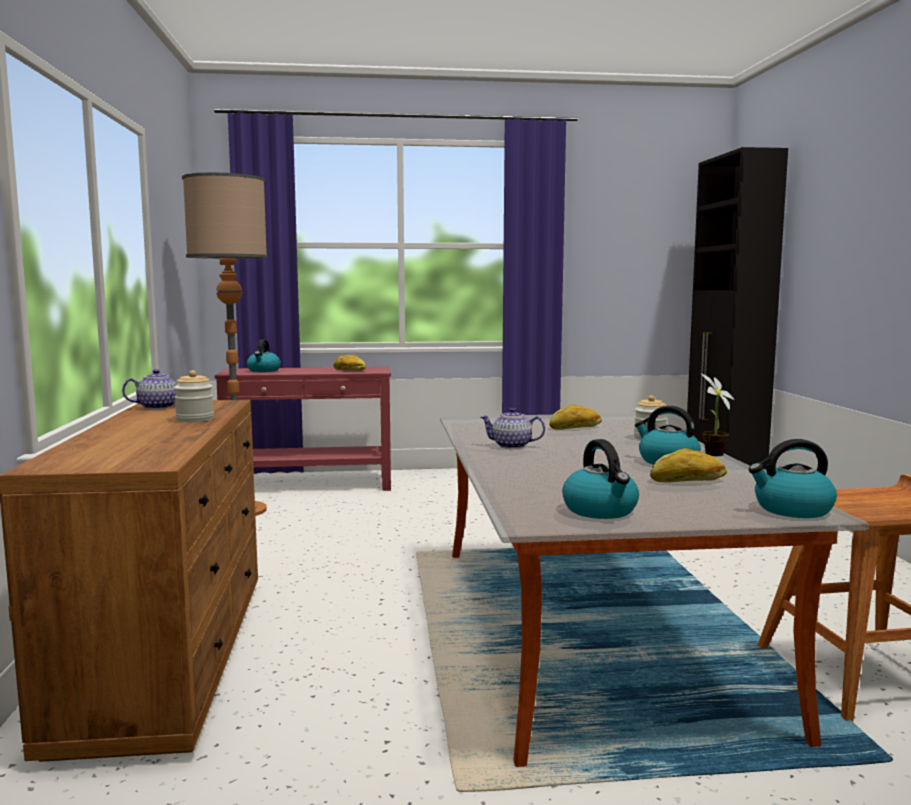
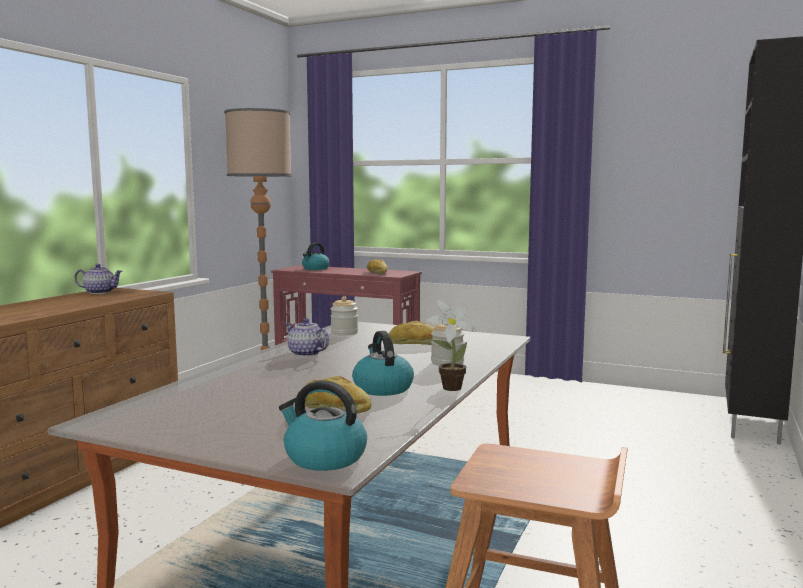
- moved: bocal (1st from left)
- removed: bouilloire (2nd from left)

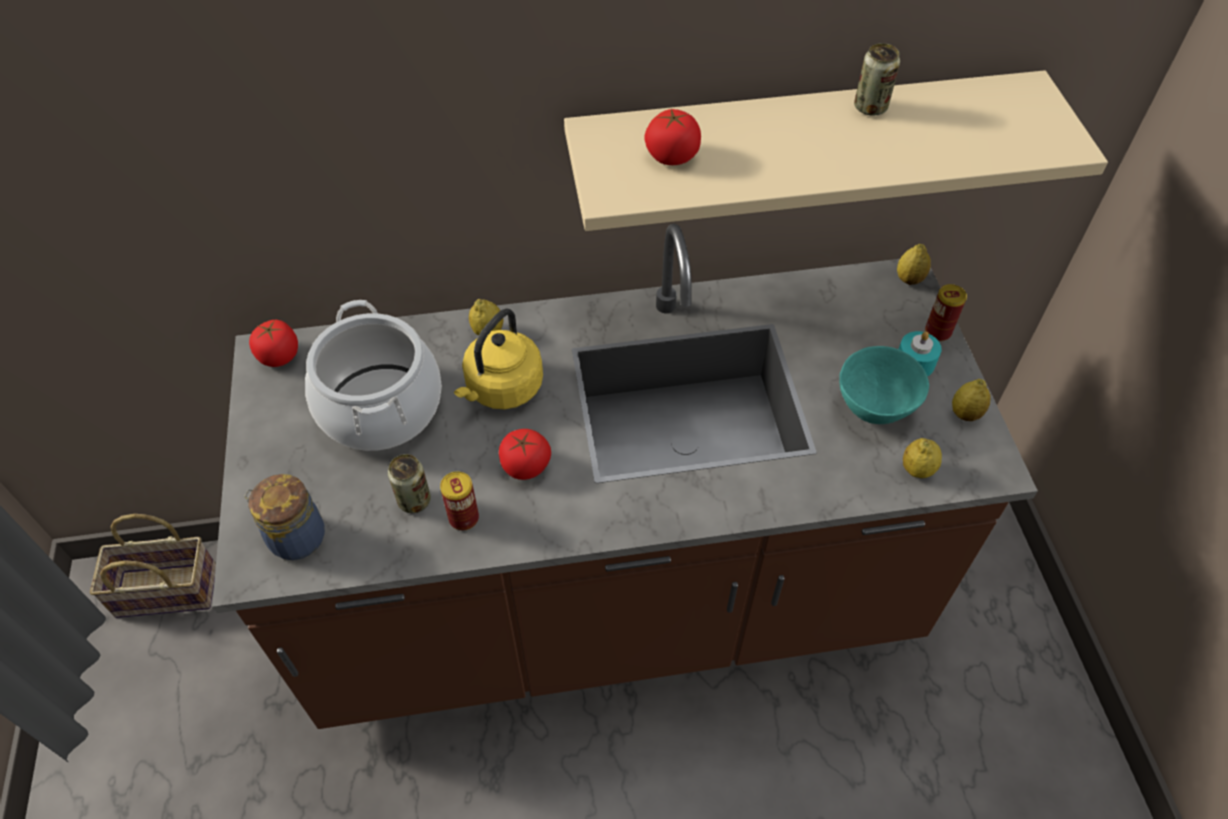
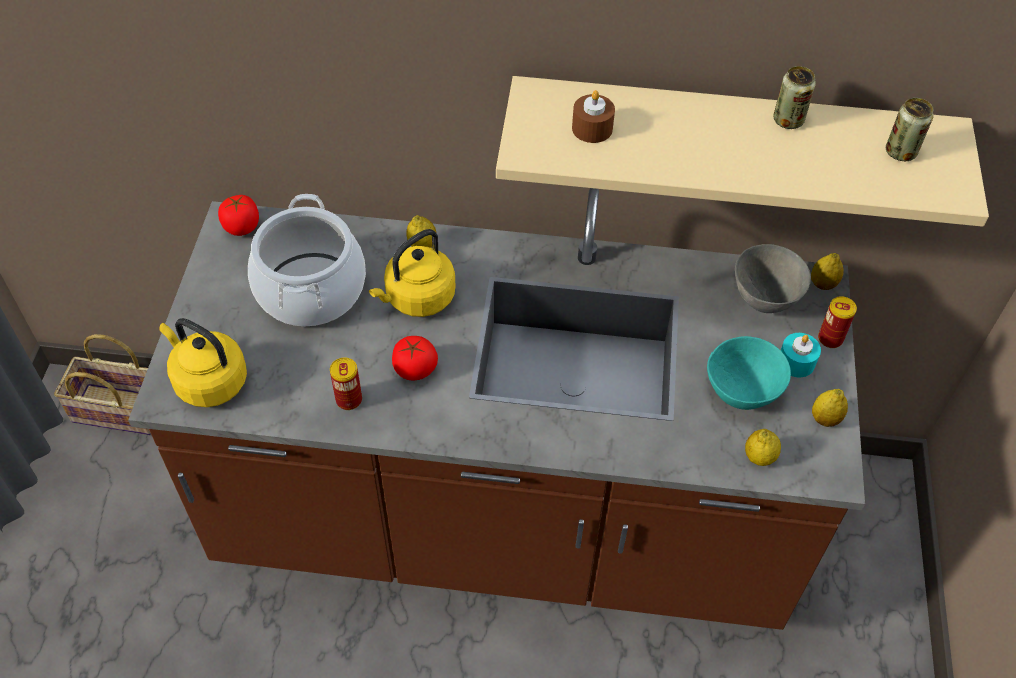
- replaced: bocal to bouilloire (jaune) (1st from left)
- moved: boîte métallique (1st from left in the first image) to boîte métallique (4th from left)
- replaced: tomate (3rd from left) to bougie (marron)
- added: bol (gris)

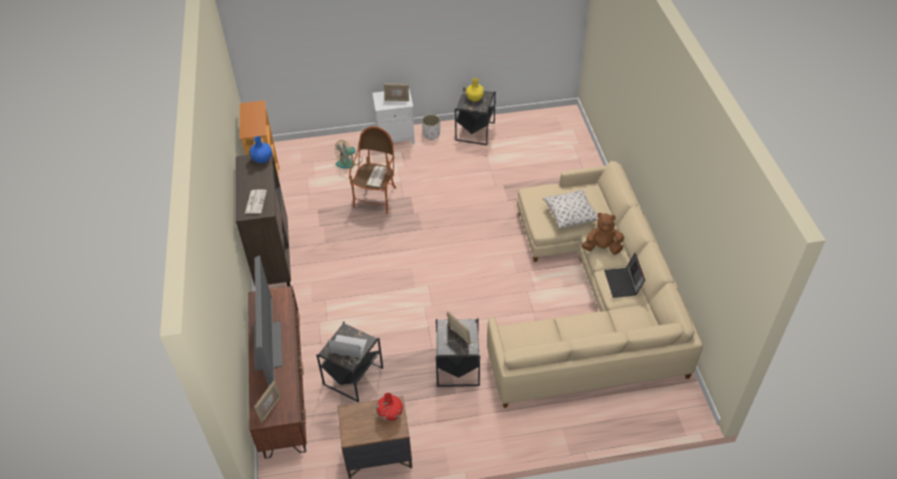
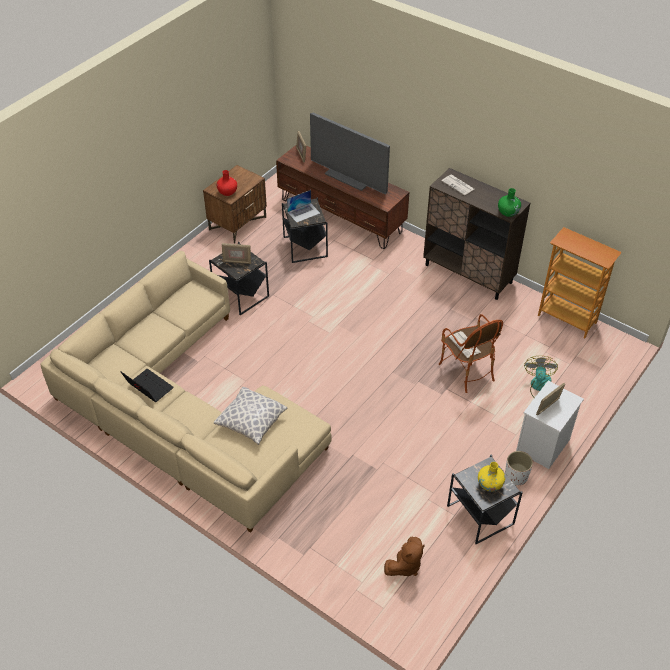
- recoloured: vase (bleu) to vase (vert)
- moved: peluche (marron)

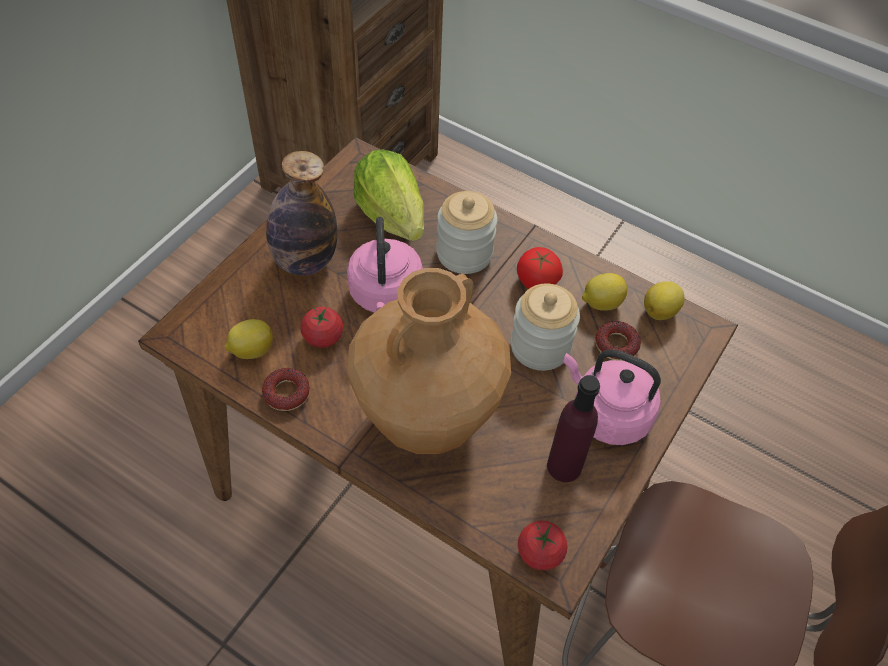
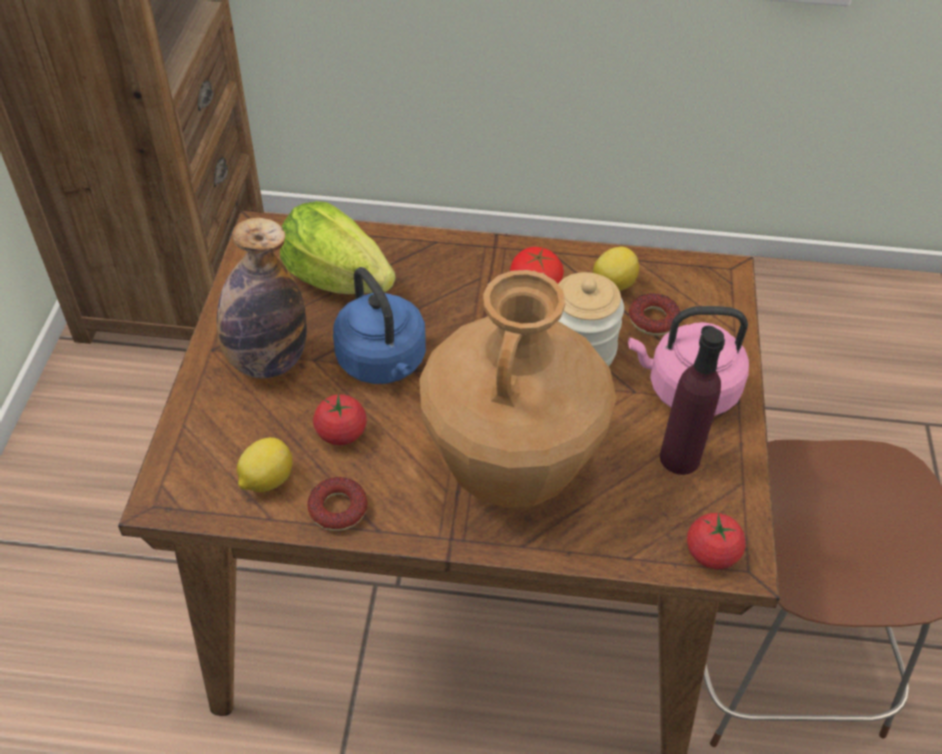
- recoloured: bouilloire (rose) (1st from left) to bouilloire (bleu)
- removed: bocal (1st from left)
- removed: citron (3rd from left)

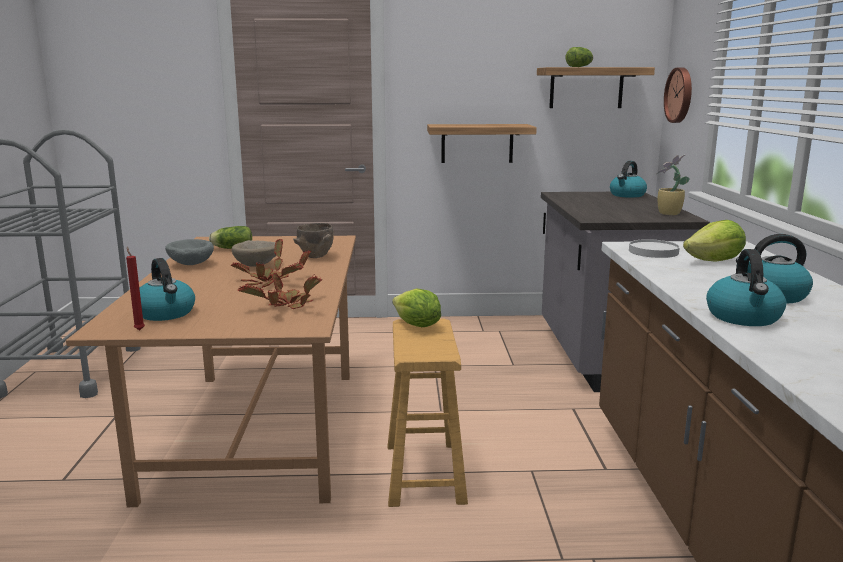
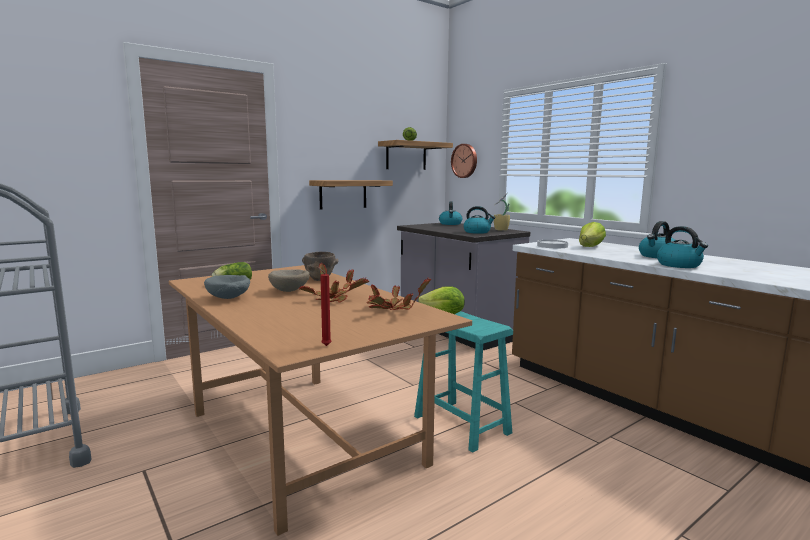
- moved: bouilloire (1st from left in the first image) to bouilloire (2nd from left)
- recoloured: tabouret (marron) to tabouret (turquoise)

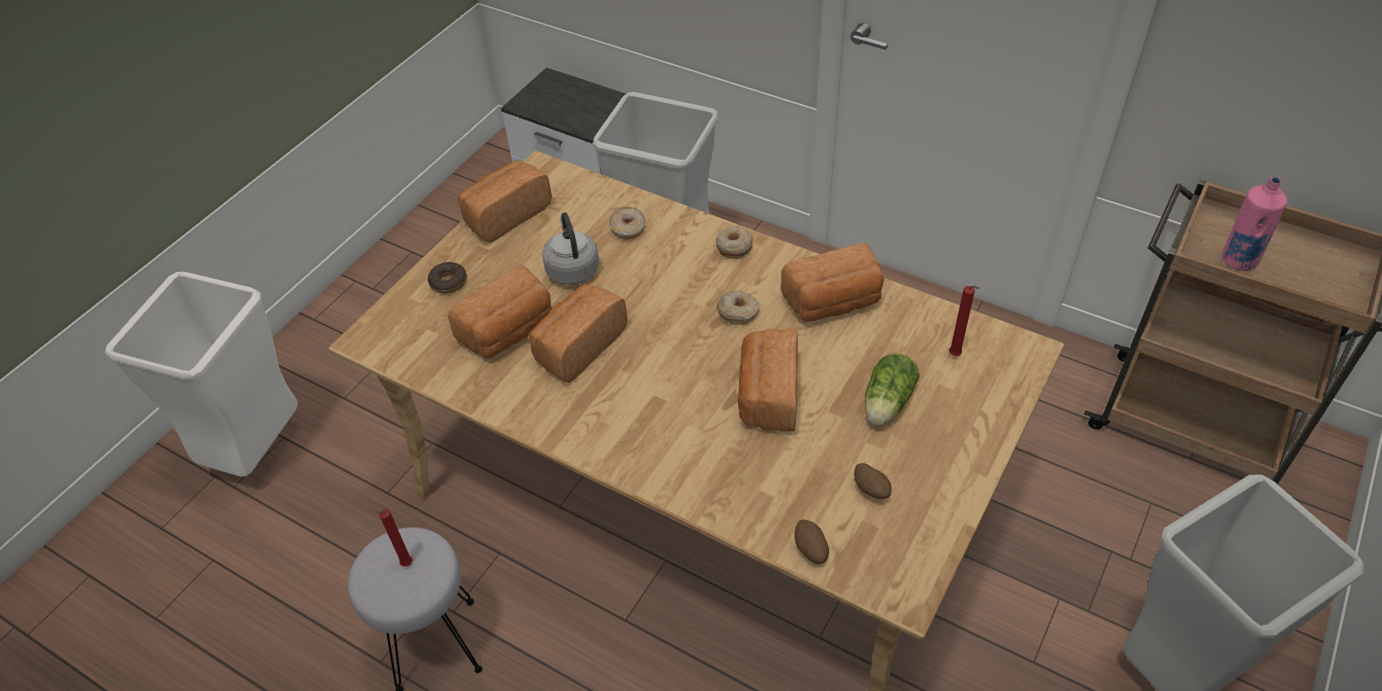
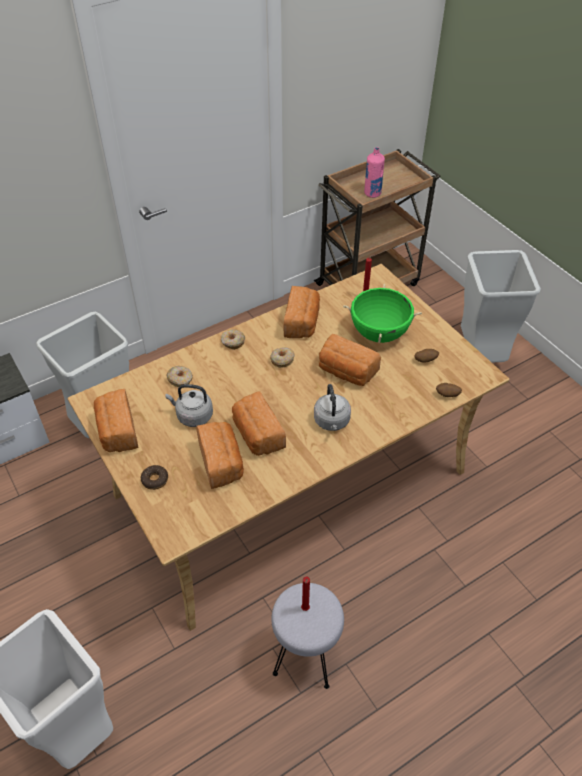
- replaced: laitue to marmite (vert)
- added: bouilloire (gris) (2nd from left)

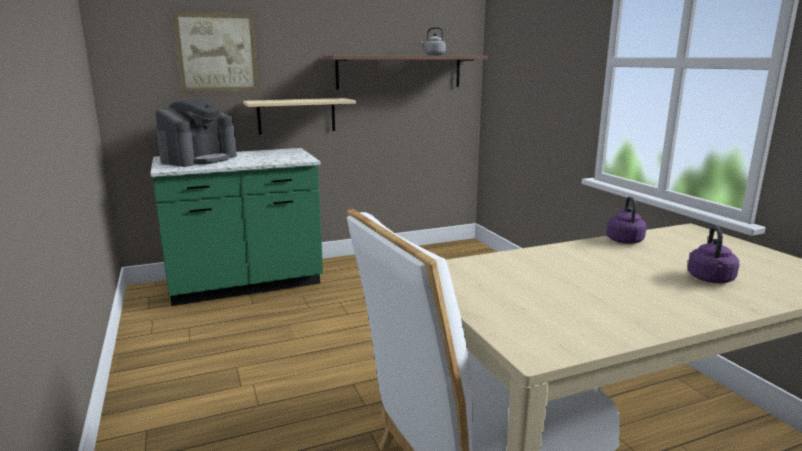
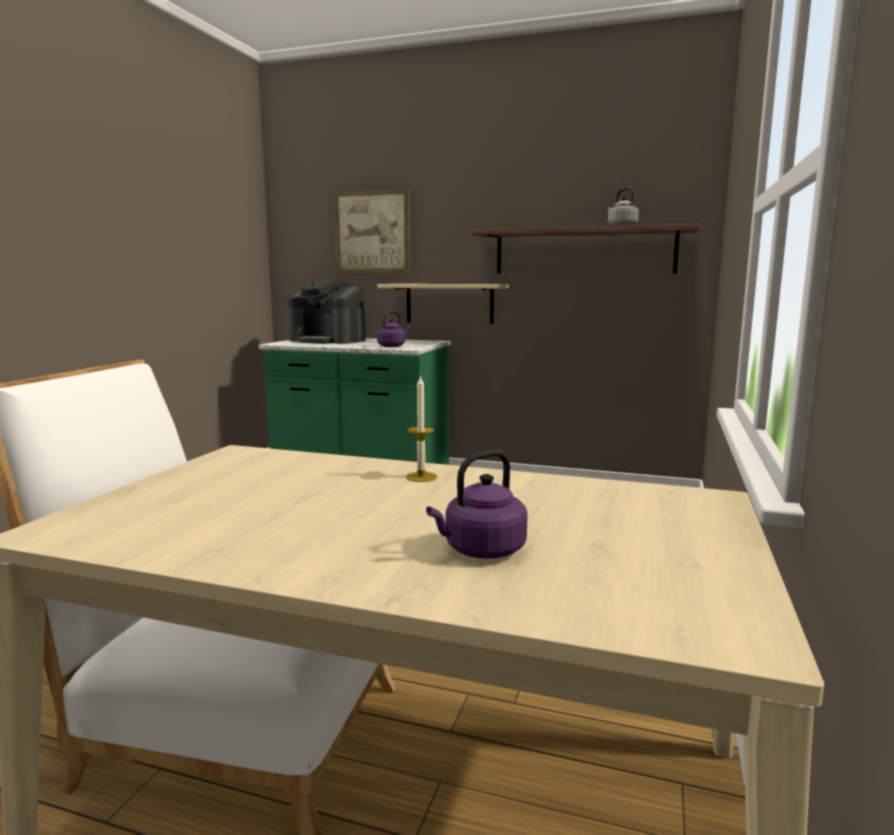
- turned: machine à café 45 degrees clockwise
- moved: bouilloire (violet) (1st from left)
- added: bougie

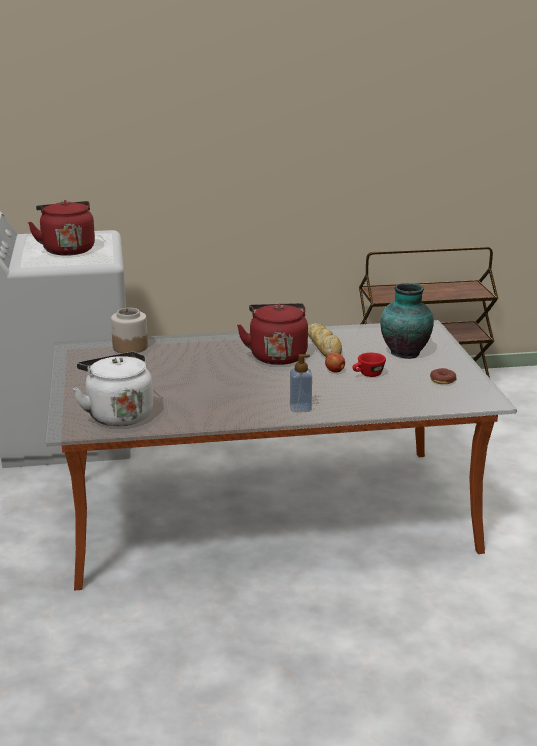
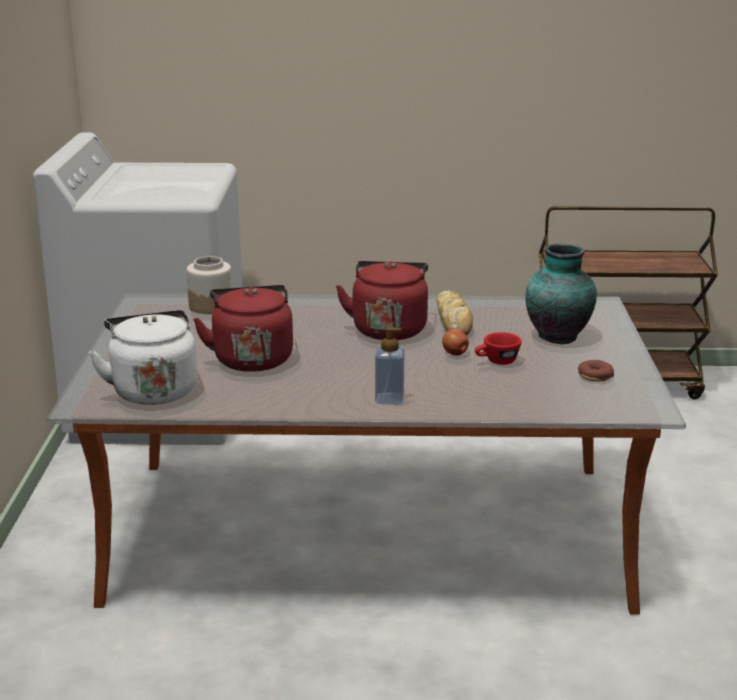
- moved: bouilloire (rouge) (1st from left)

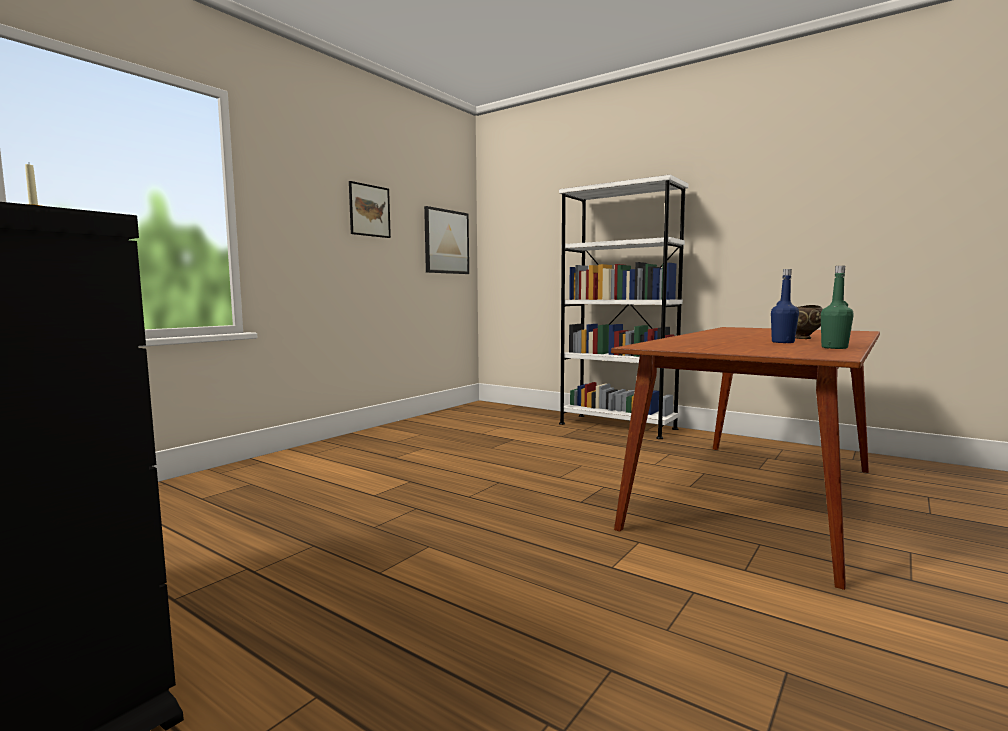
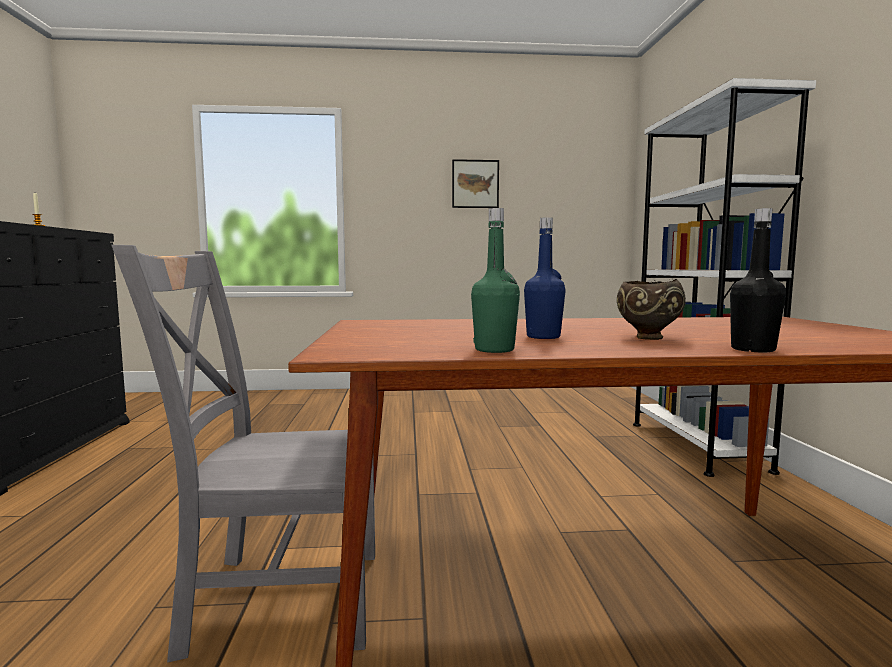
- removed: tableau (2nd from left)
- added: chaise (gris)
- added: bouteille (noir)

